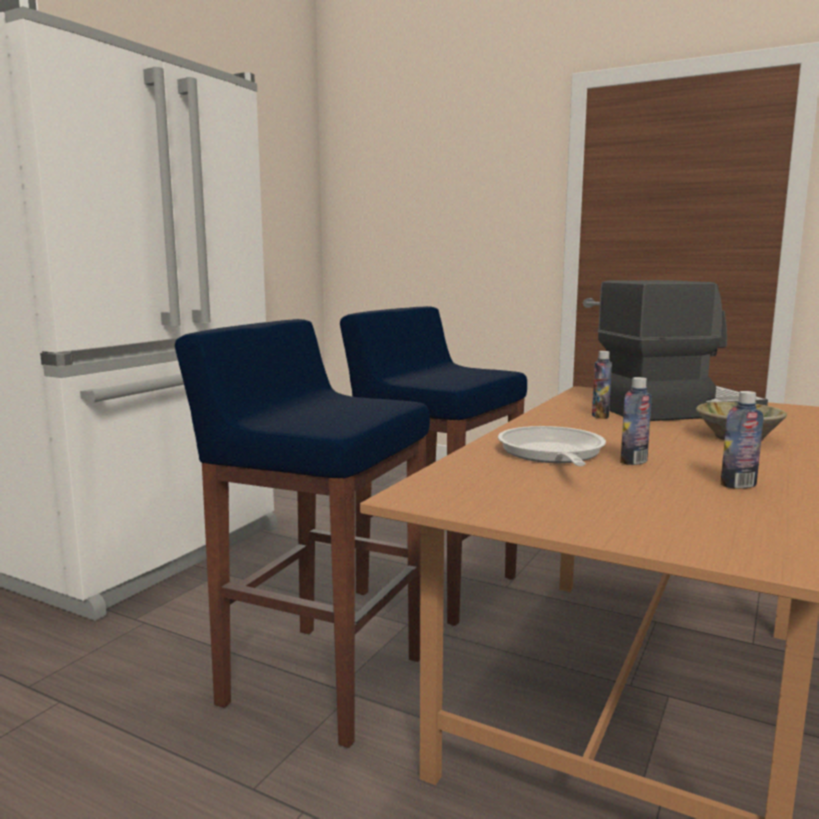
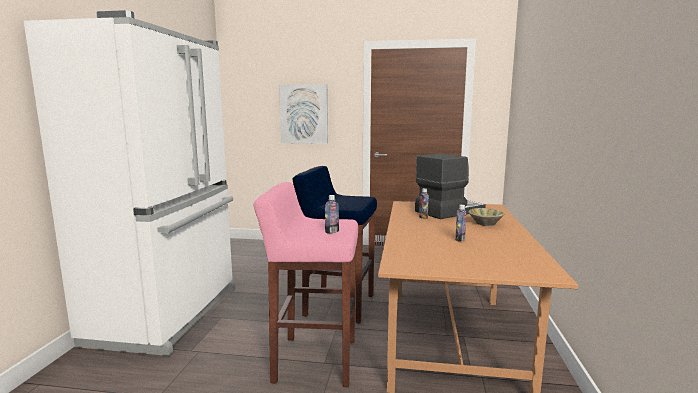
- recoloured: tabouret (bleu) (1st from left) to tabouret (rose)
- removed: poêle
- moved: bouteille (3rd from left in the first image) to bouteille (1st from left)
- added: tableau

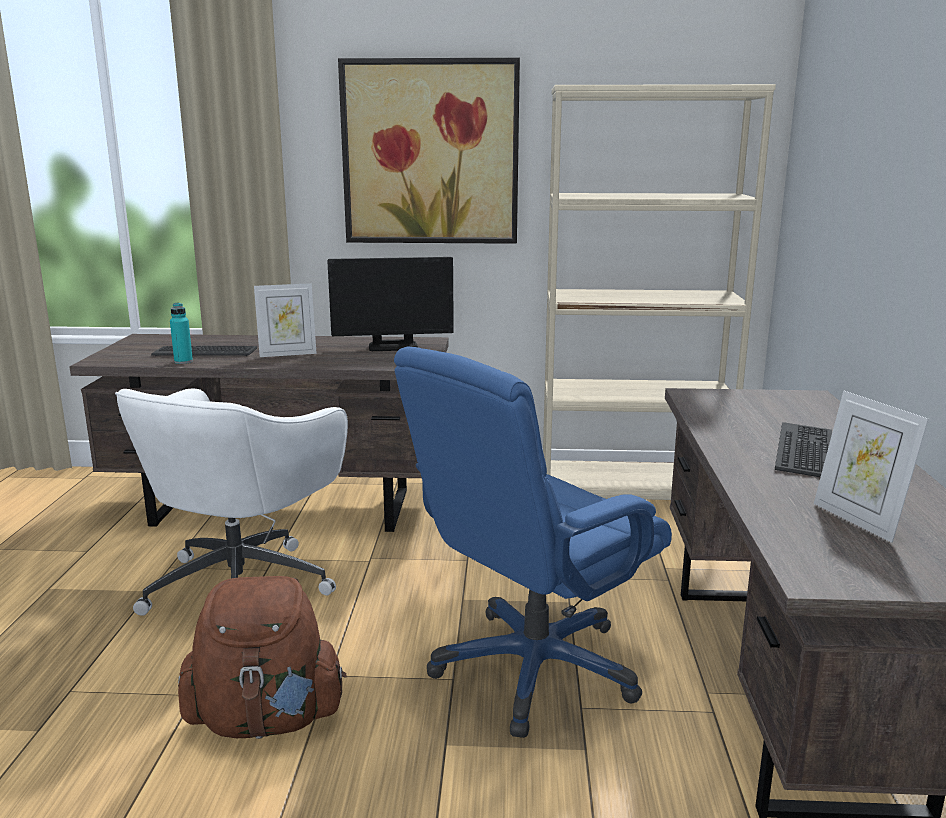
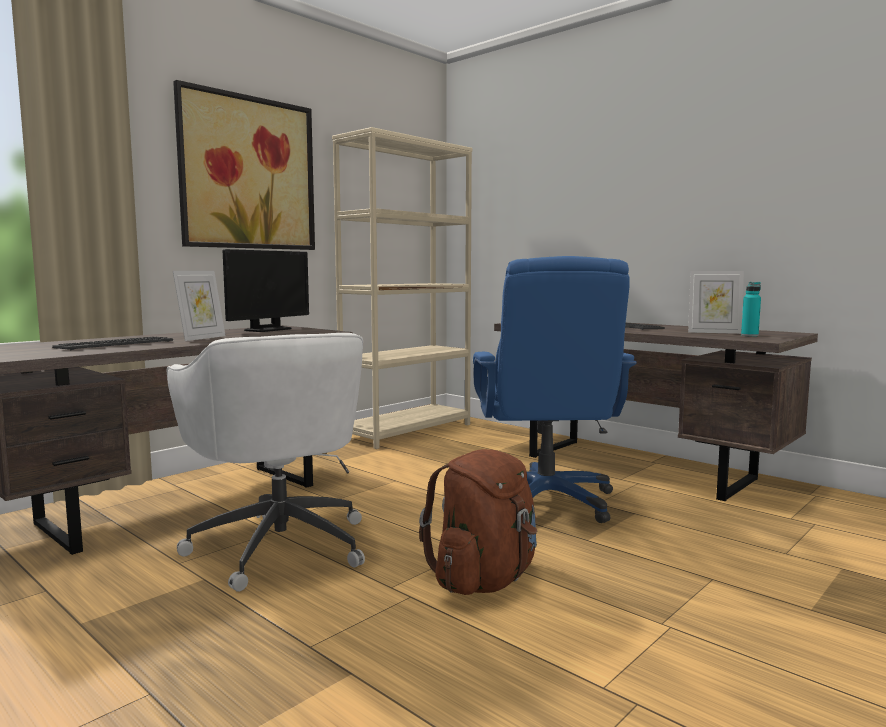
- moved: bouteille (turquoise)

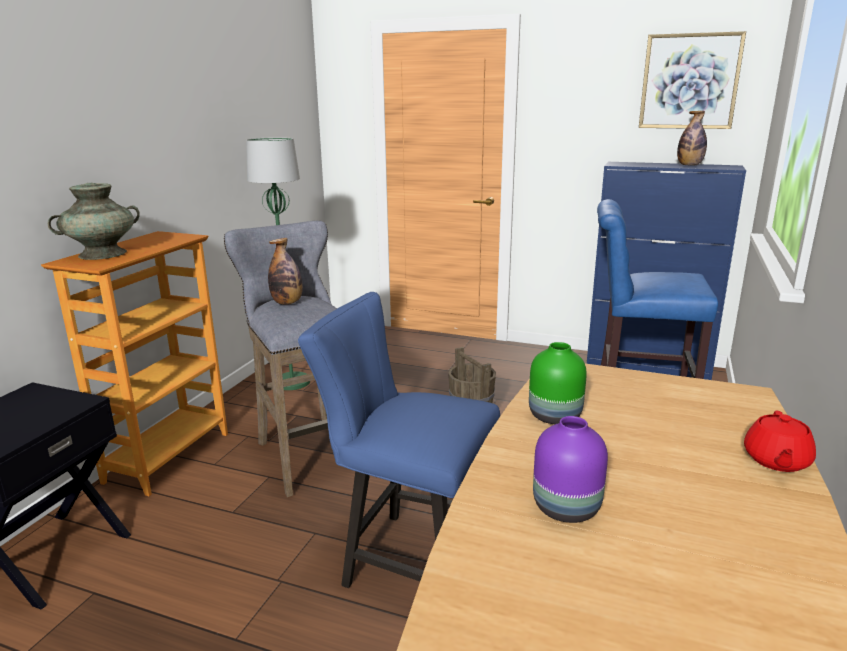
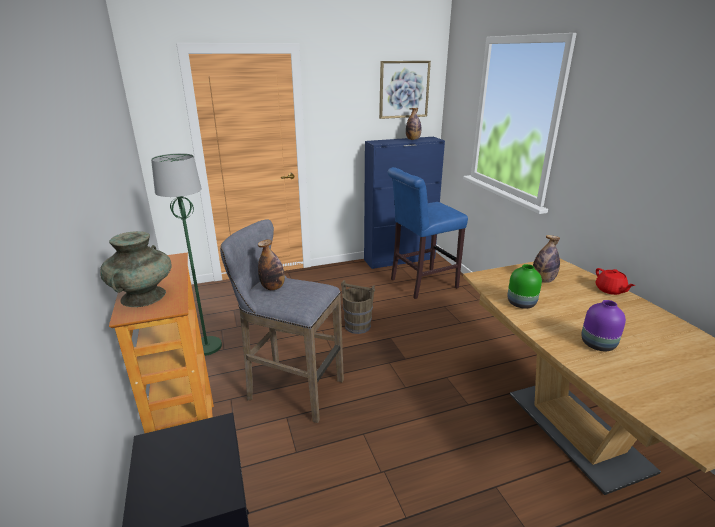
- removed: chaise (bleu)
- added: bouteille (3rd from left)

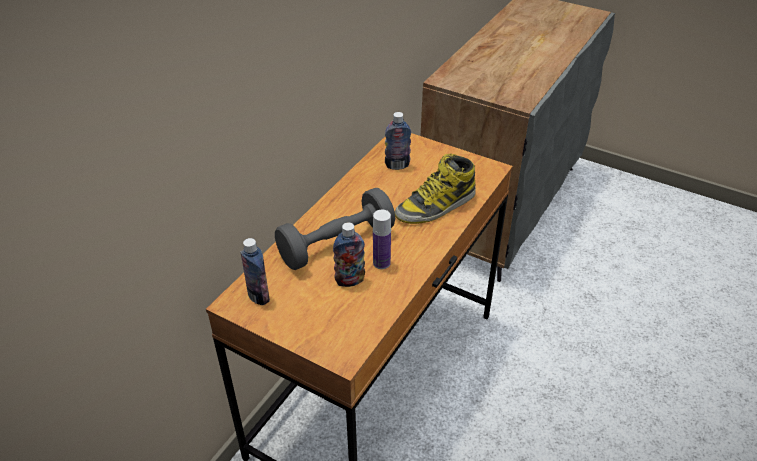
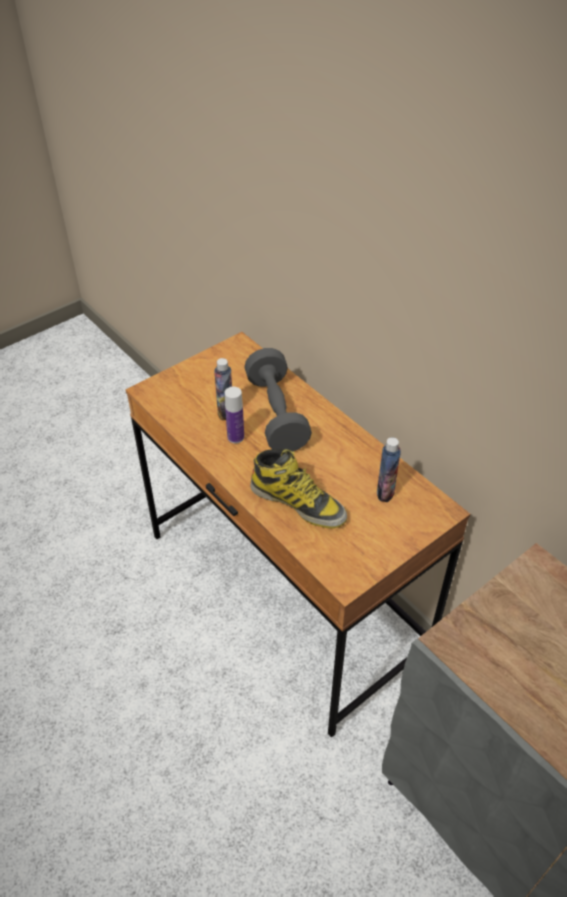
- removed: bouteille (1st from left)
- turned: botte 135 degrees clockwise

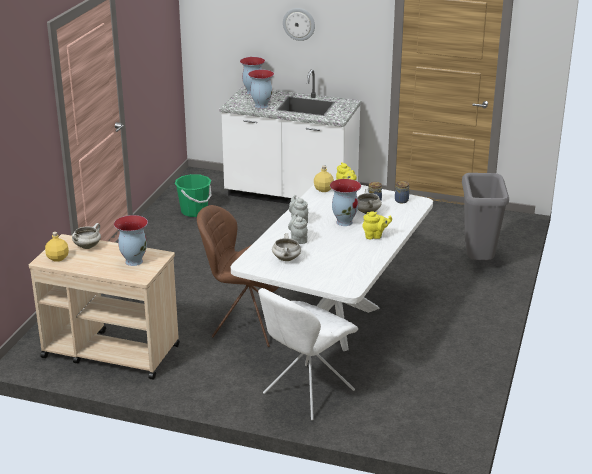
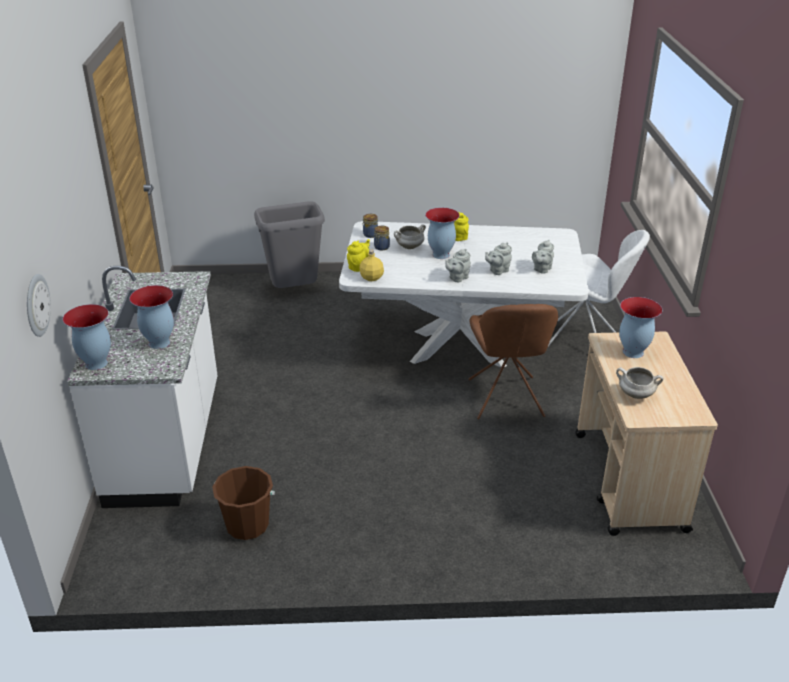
- removed: bouteille (jaune) (1st from left)
- recoloured: seau (vert) to seau (marron)
- replaced: marmite (blanc) (2nd from left) to théière (gris) (3rd from left)
- moved: horloge murale

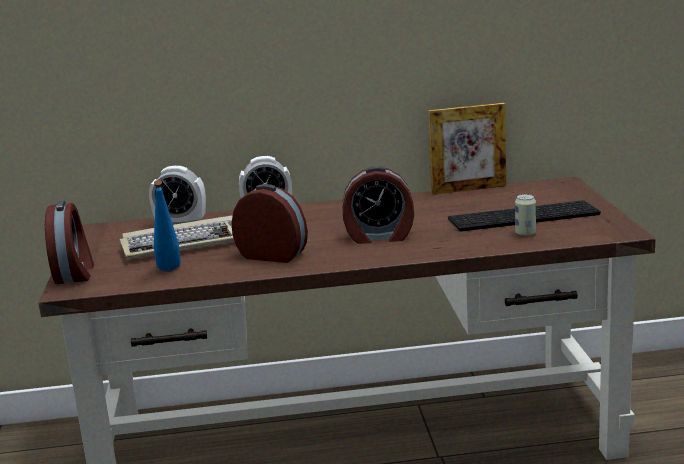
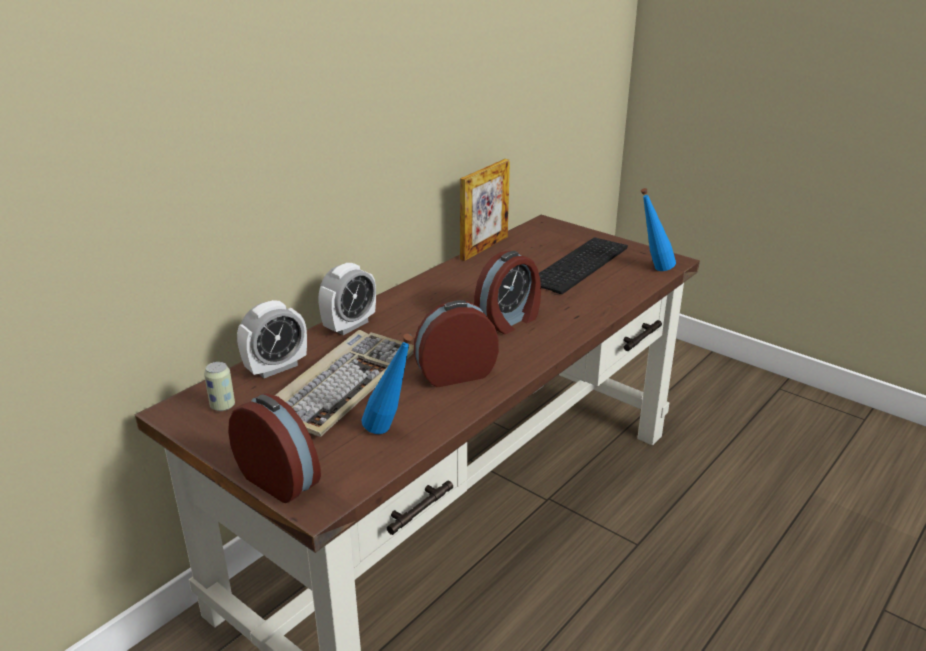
- moved: boîte métallique
- added: bouteille (bleu) (2nd from left)

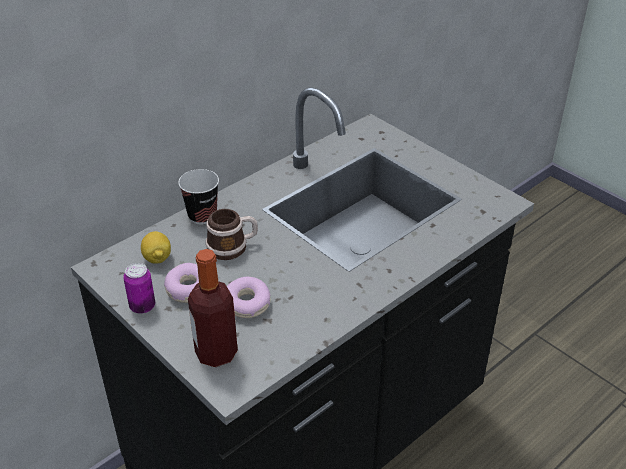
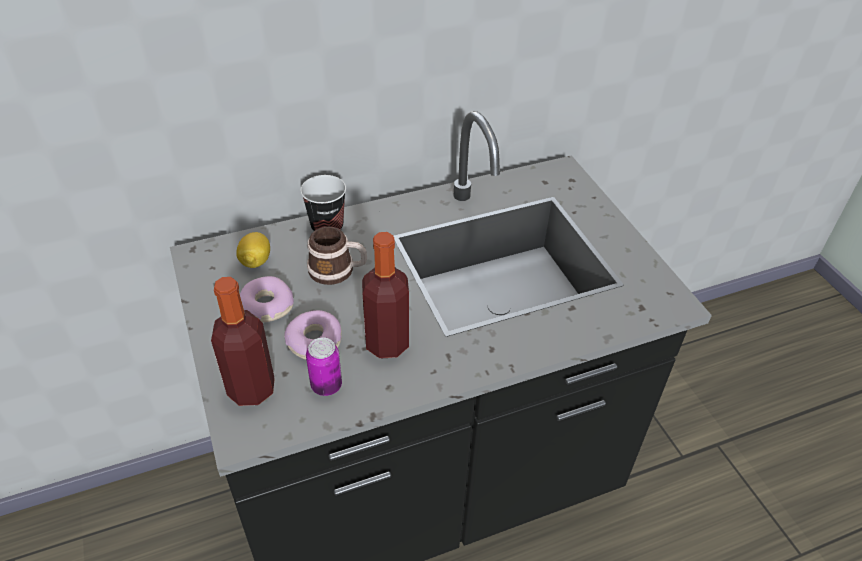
- moved: boîte métallique
- added: bouteille (2nd from left)

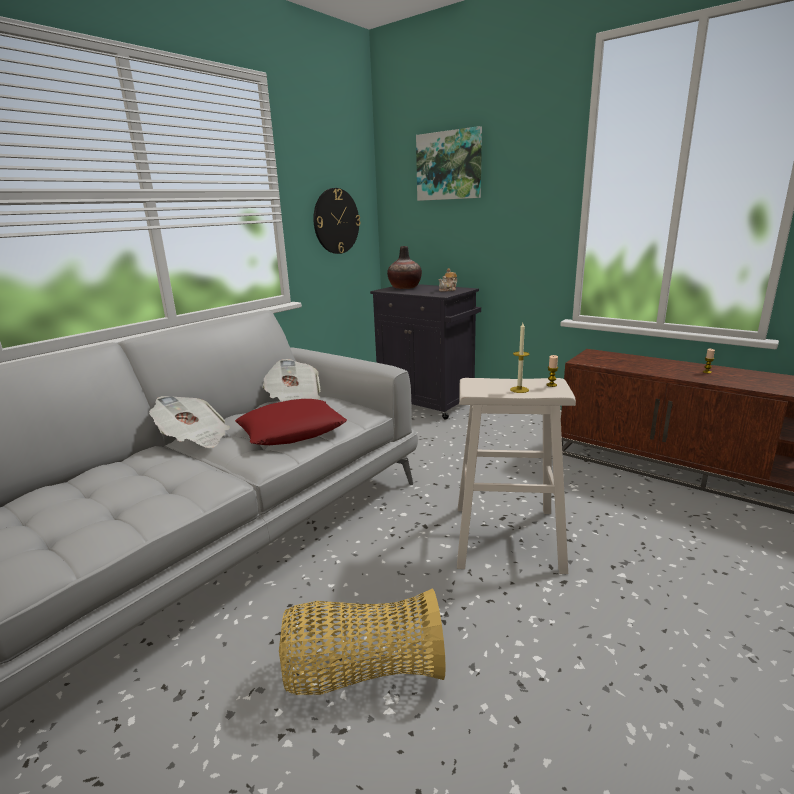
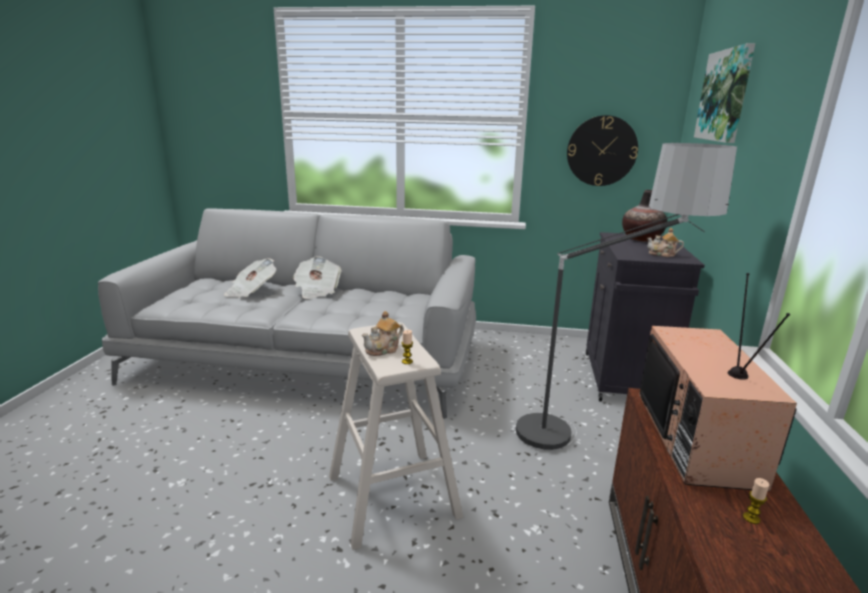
- removed: coussin (rouge)
- moved: journal (2nd from left in the first image) to journal (1st from left)
- removed: panier
- replaced: bougie (1st from left) to théière (1st from left)
- added: lampadaire
- added: téléviseur

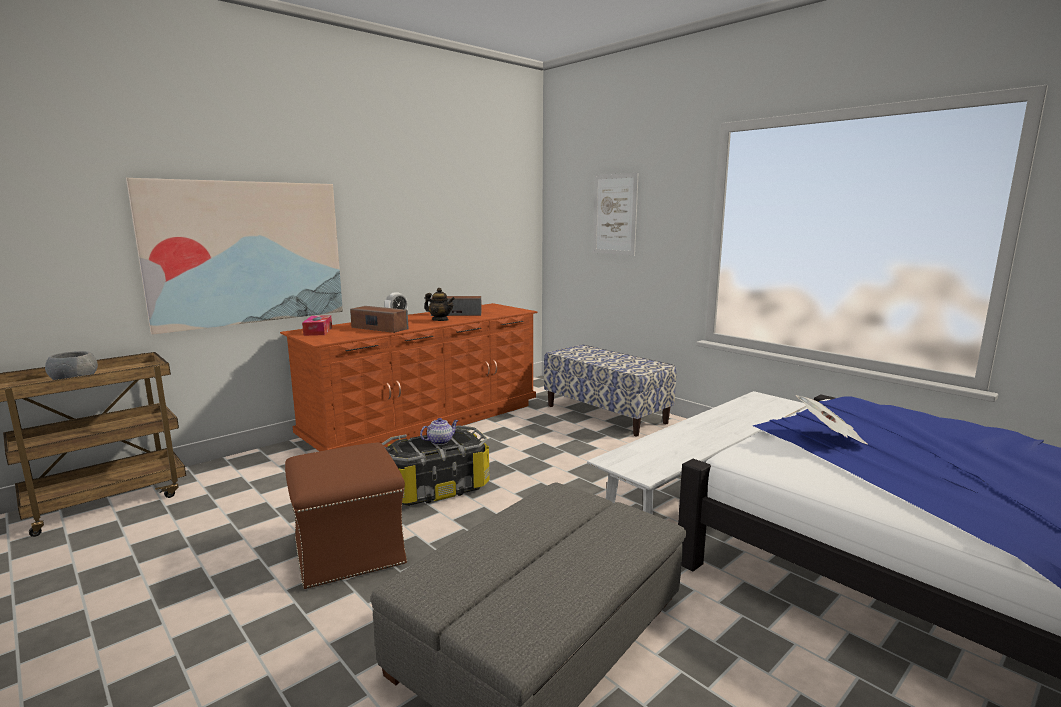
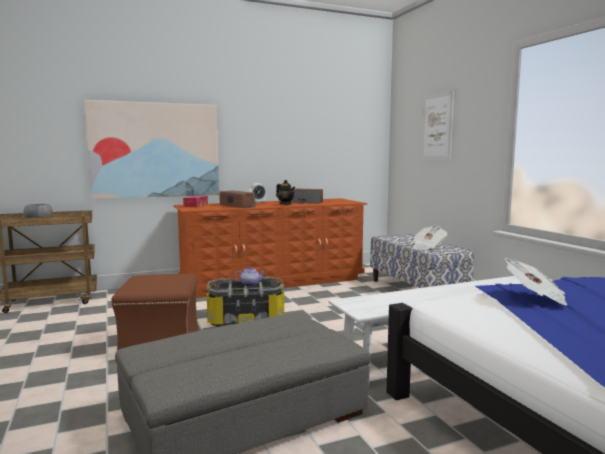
- added: journal (1st from left)

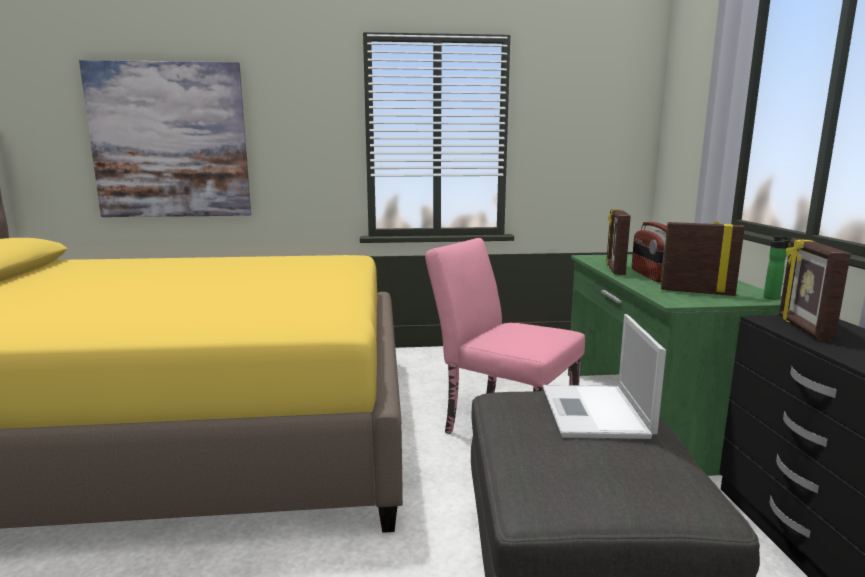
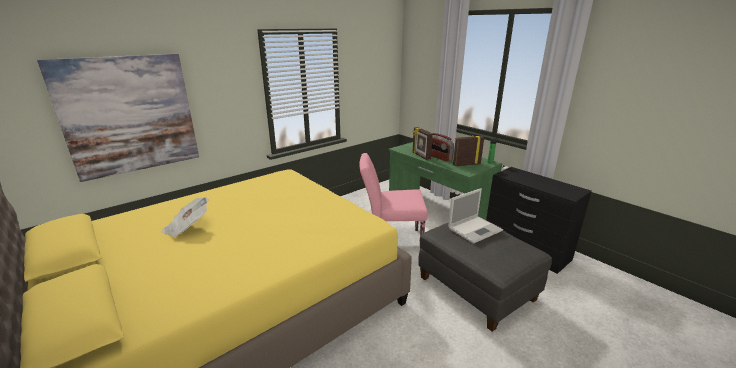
- turned: ordinateur portable 90 degrees counterclockwise
- removed: cadre photo (3rd from left)
- added: journal

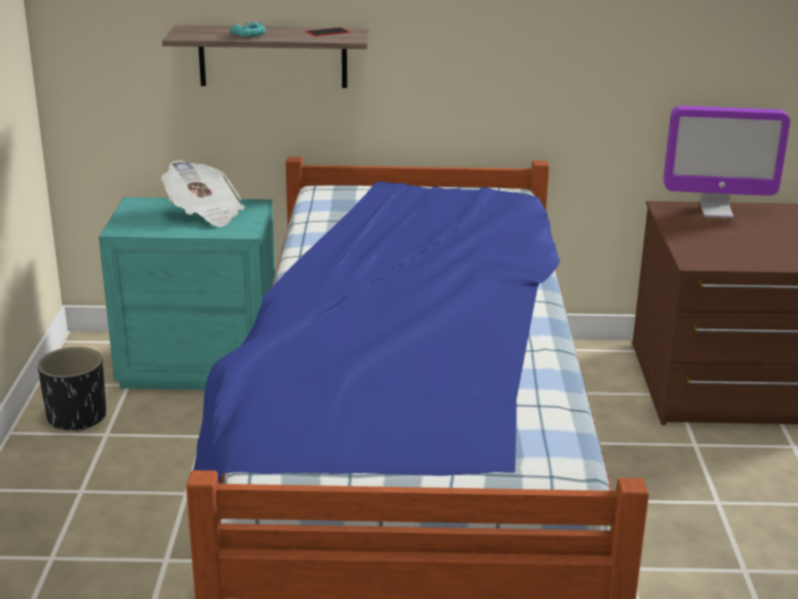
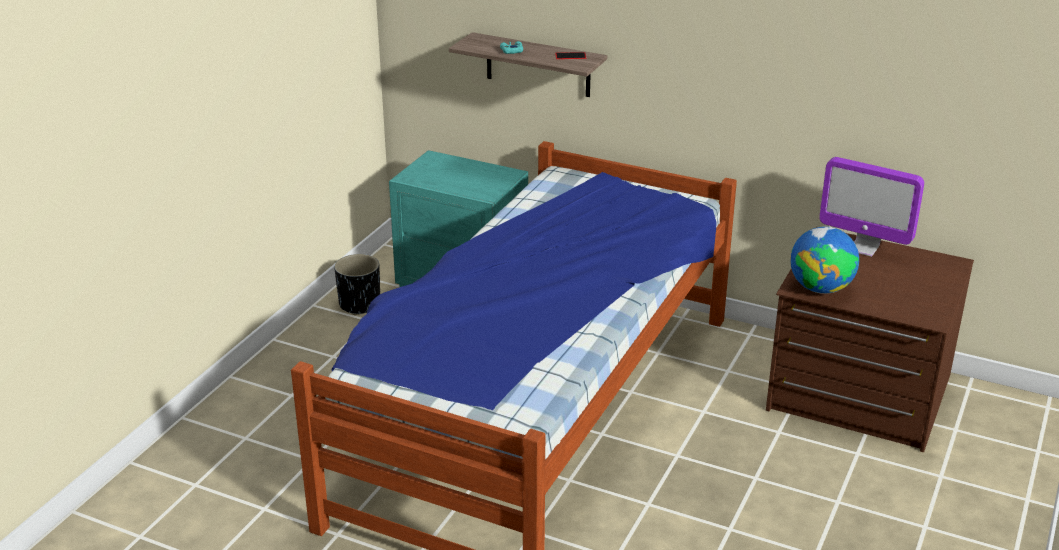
- removed: journal
- added: globe

